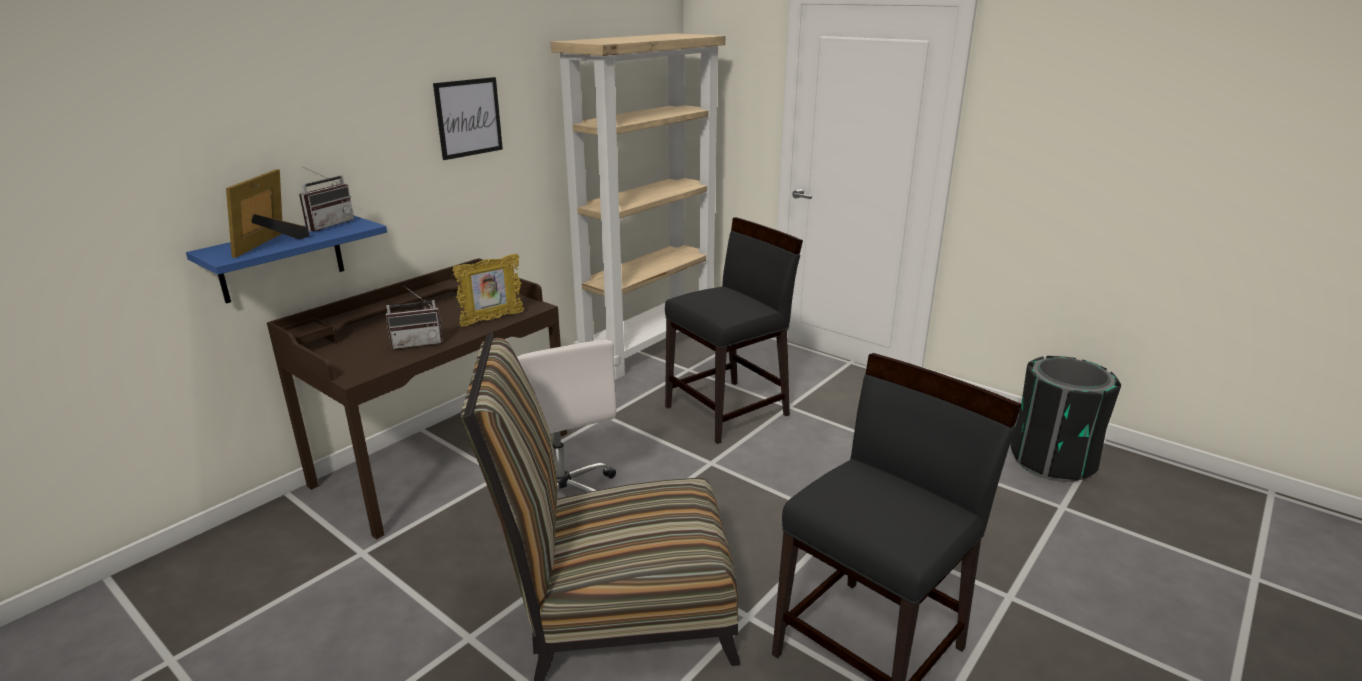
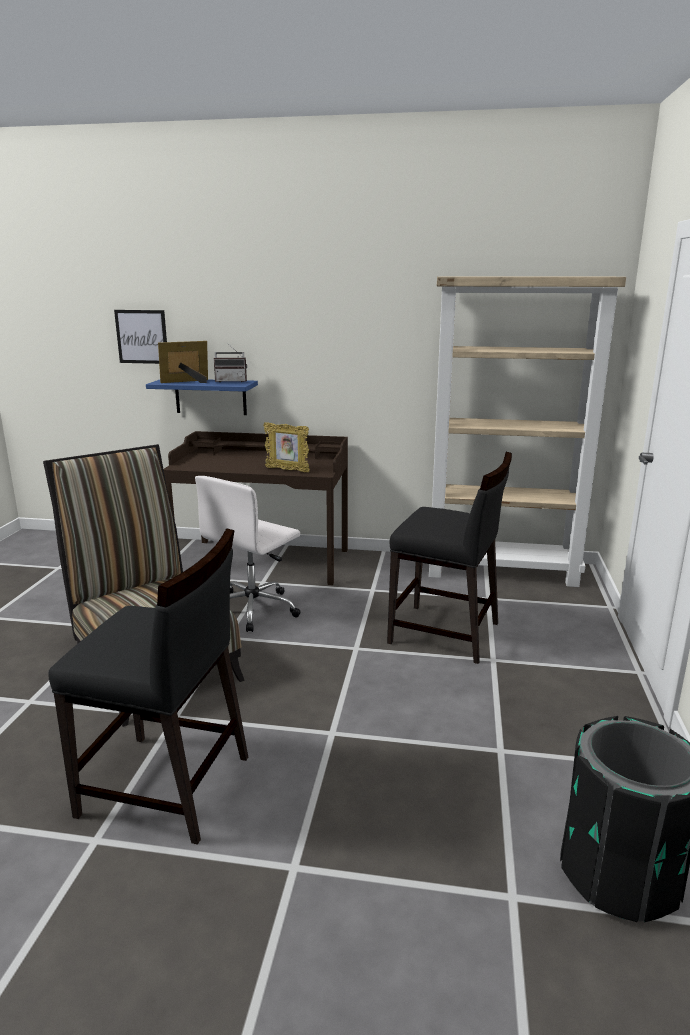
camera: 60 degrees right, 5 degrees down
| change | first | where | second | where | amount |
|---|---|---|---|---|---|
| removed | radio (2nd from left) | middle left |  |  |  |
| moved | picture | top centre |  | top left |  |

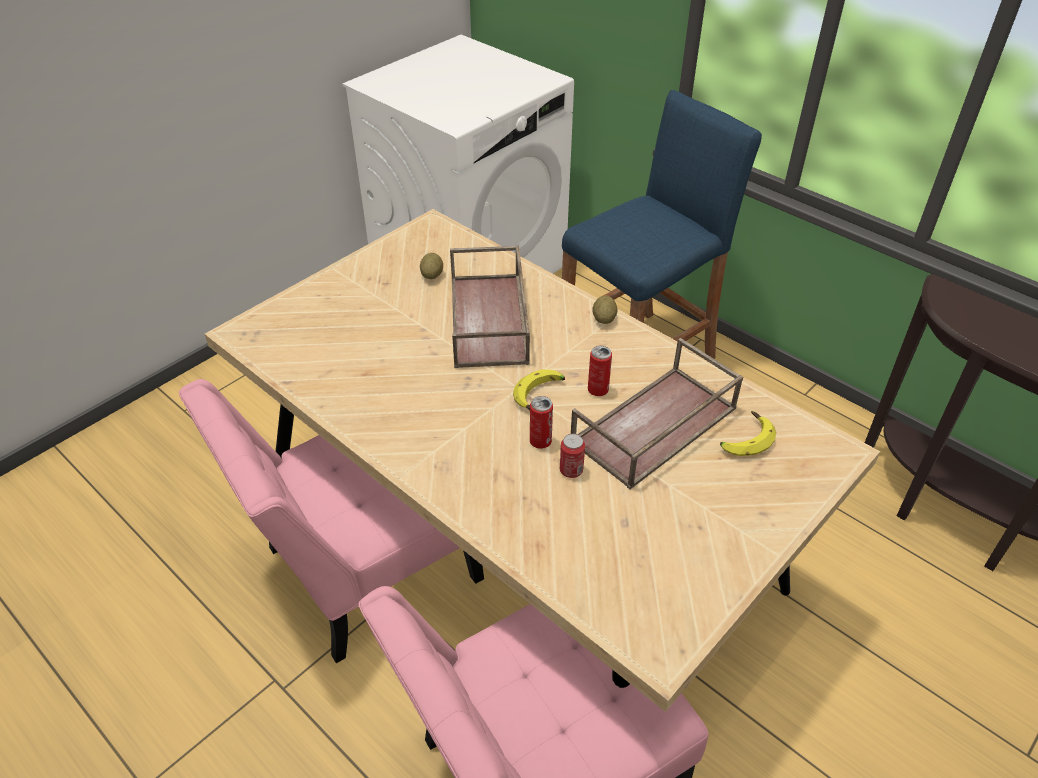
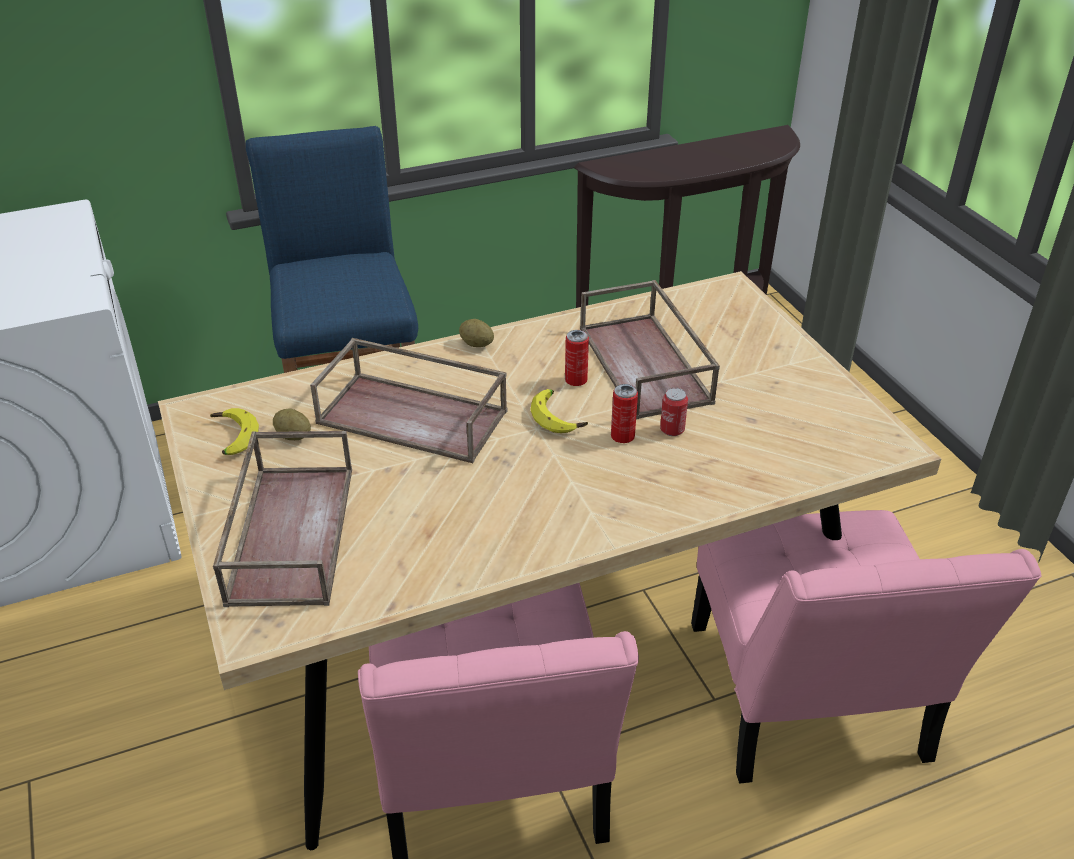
camera: 65 degrees left, 5 degrees down
| change | first | where | second | where | amount |
|---|---|---|---|---|---|
| moved | banana (2nd from left in the first image) | middle right | banana (1st from left) | middle left |  |
| added |  |  | tray (brown) (1st from left) | middle left |  |

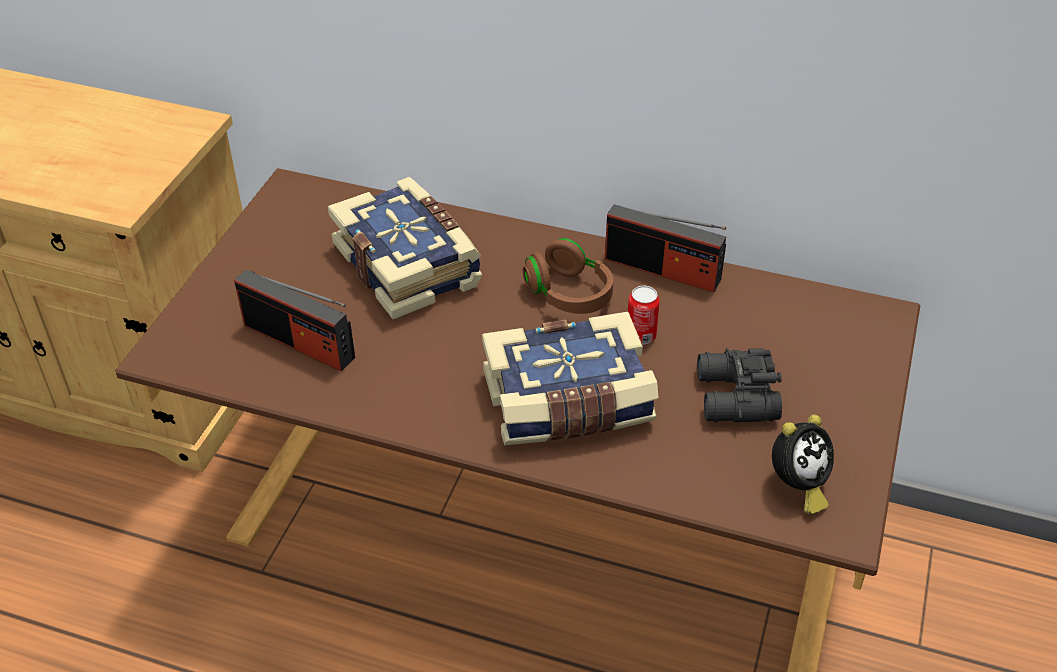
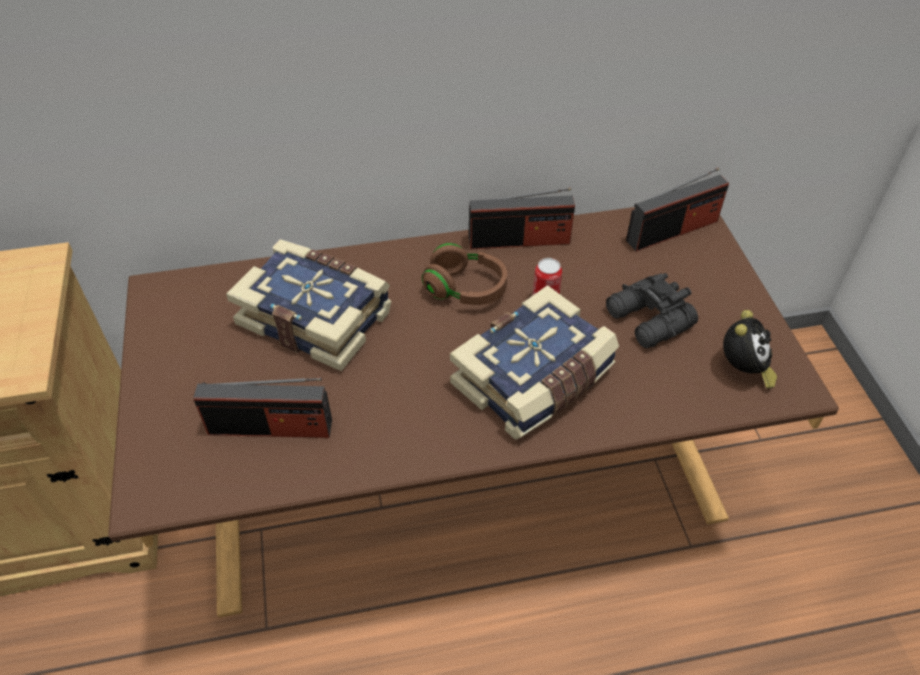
camera: 30 degrees left, 5 degrees up
| change | first | where | second | where | amount |
|---|---|---|---|---|---|
| added |  |  | radio (3rd from left) | top right |  |

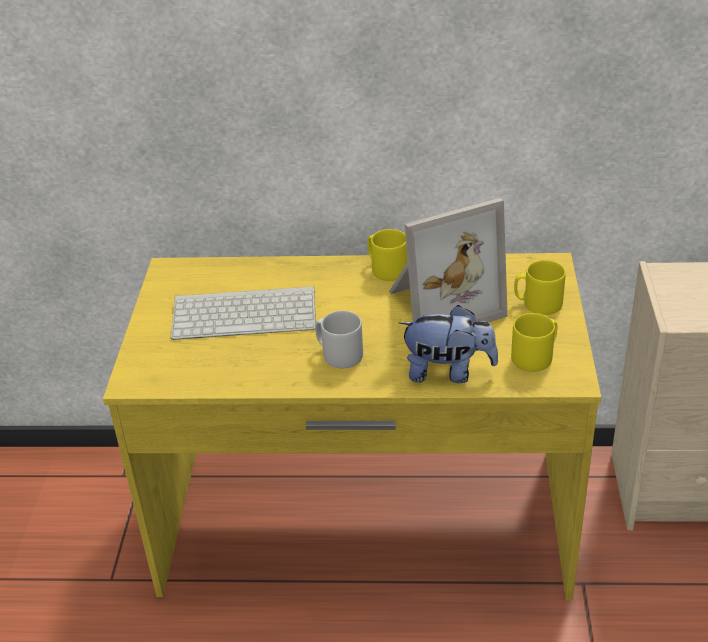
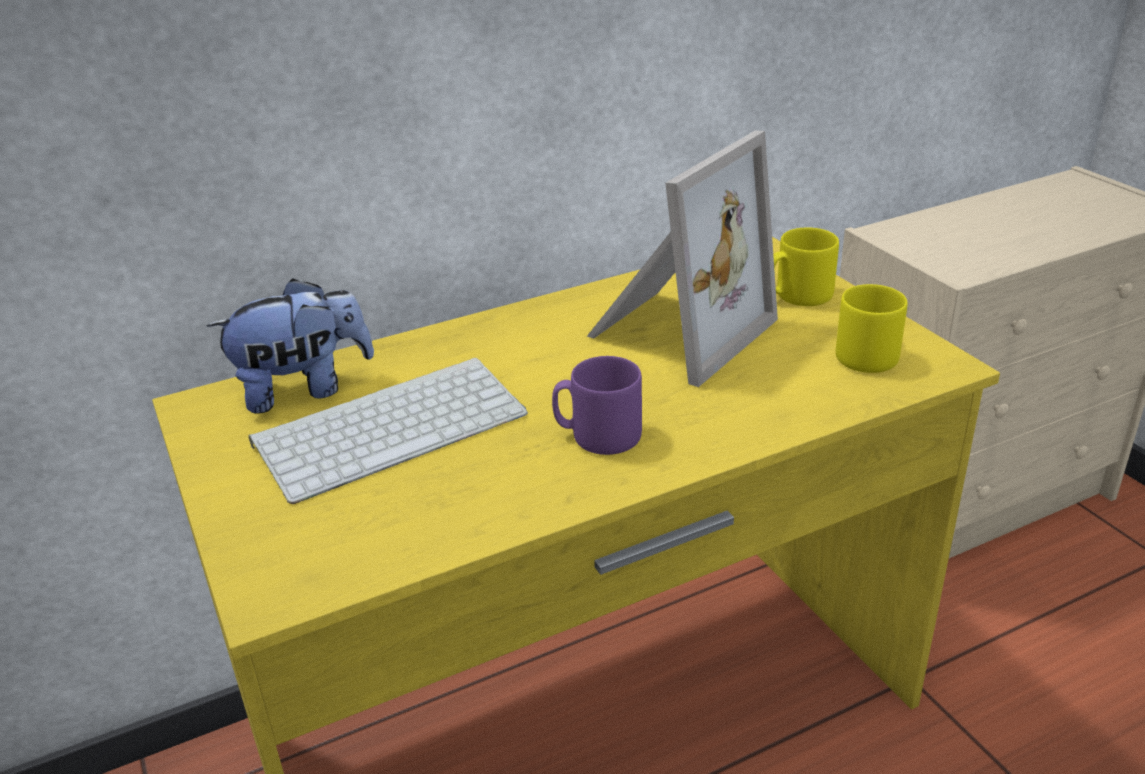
camera: 30 degrees left, 5 degrees down
| change | first | where | second | where | amount |
|---|---|---|---|---|---|
| recoloured | mug (grey) | centre | mug (purple) | centre |  |
| removed | mug (yellow) (1st from left) | centre |  |  |  |
| moved | plush toy | centre |  | middle left |  |

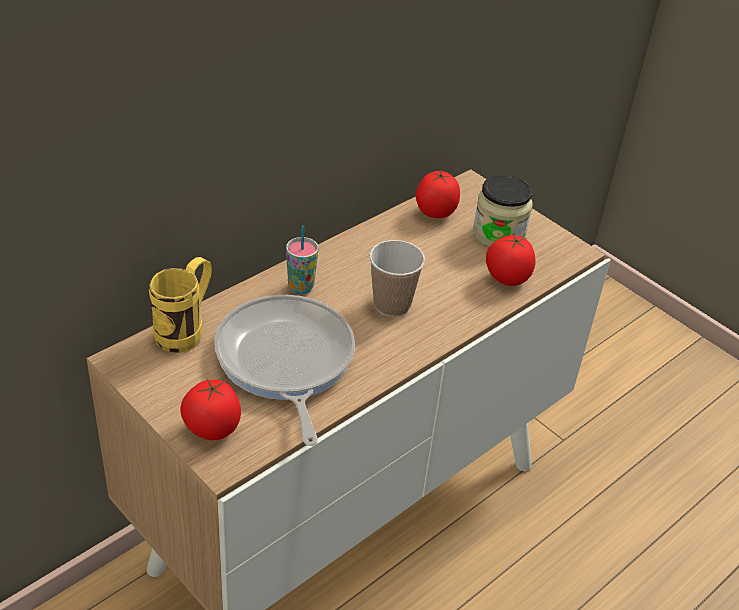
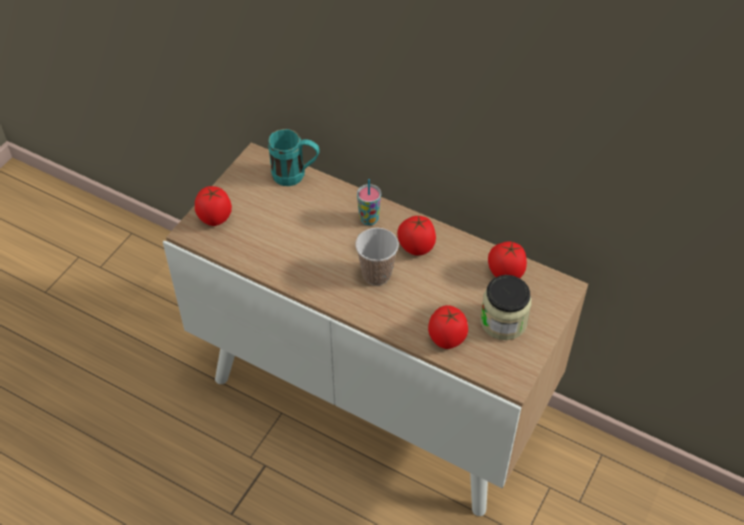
camera: 75 degrees right, 10 degrees up
| change | first | where | second | where | amount |
|---|---|---|---|---|---|
| recoloured | mug (yellow) | middle left | mug (turquoise) | top centre |  |
| removed | frying pan | centre |  |  |  |
| added |  |  | tomato (2nd from left) | centre |  |

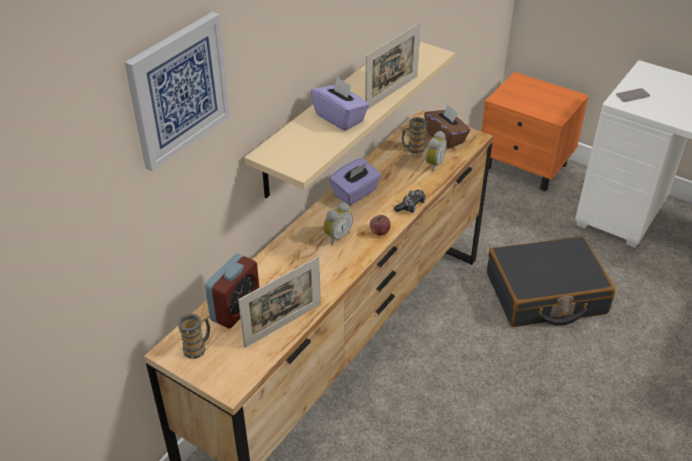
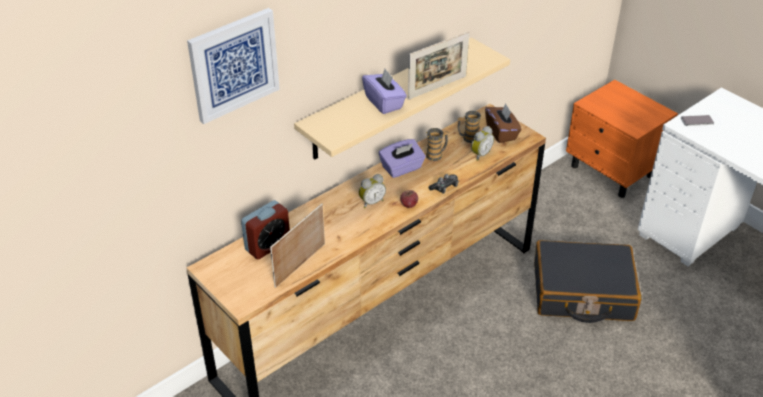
camera: 15 degrees right, 0 degrees up
| change | first | where | second | where | amount |
|---|---|---|---|---|---|
| moved | mug (1st from left) | bottom left |  | centre |  |
| turned | picture frame (1st from left) | centre |  | centre | 150 degrees clockwise |

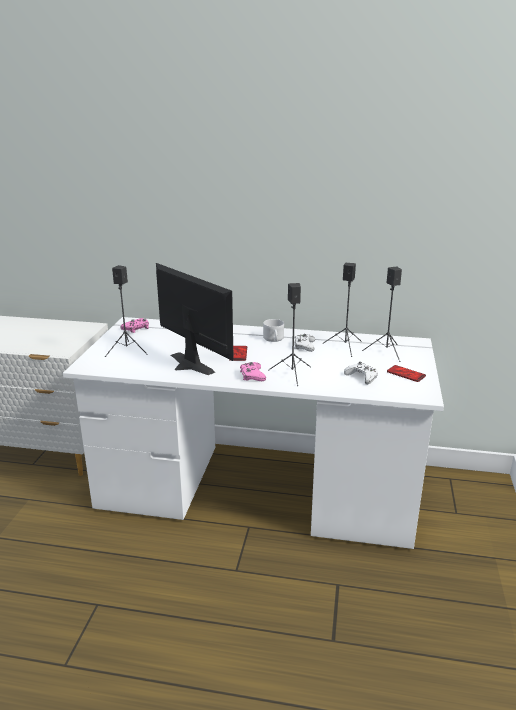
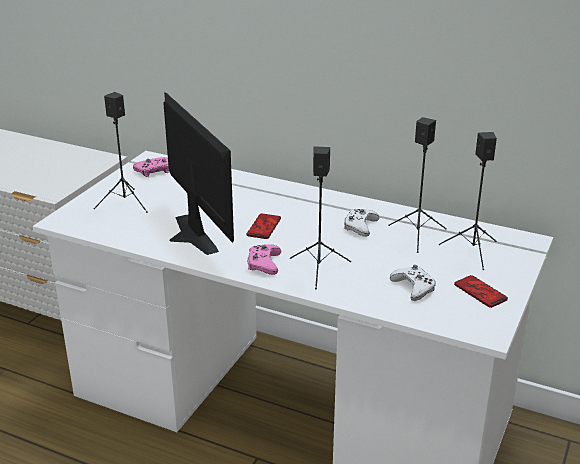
camera: 15 degrees right, 5 degrees up
| change | first | where | second | where | amount |
|---|---|---|---|---|---|
| removed | mug (white) | centre |  |  |  |

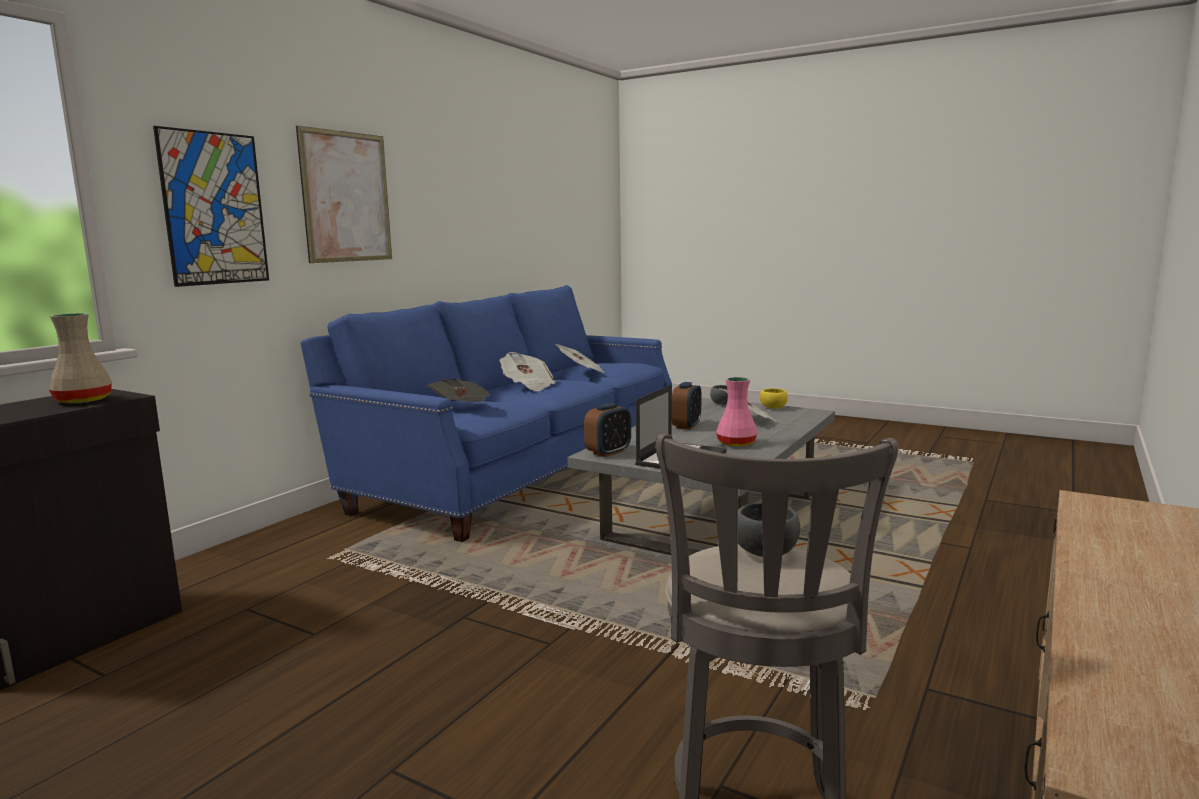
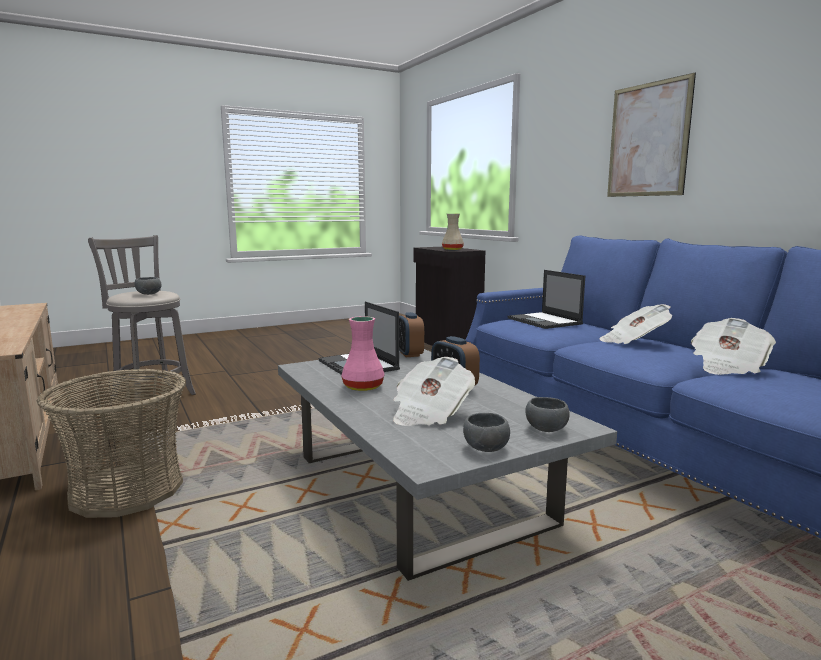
camera: 120 degrees right, 0 degrees up
| change | first | where | second | where | amount |
|---|---|---|---|---|---|
| removed | picture (1st from left) | top left |  |  |  |
| replaced | newspaper (1st from left) | centre | laptop (2nd from left) | centre |  |
| recoloured | bowl (yellow) | centre | bowl (grey) (2nd from left) | centre |  |
| added |  |  | basket | bottom left |  |

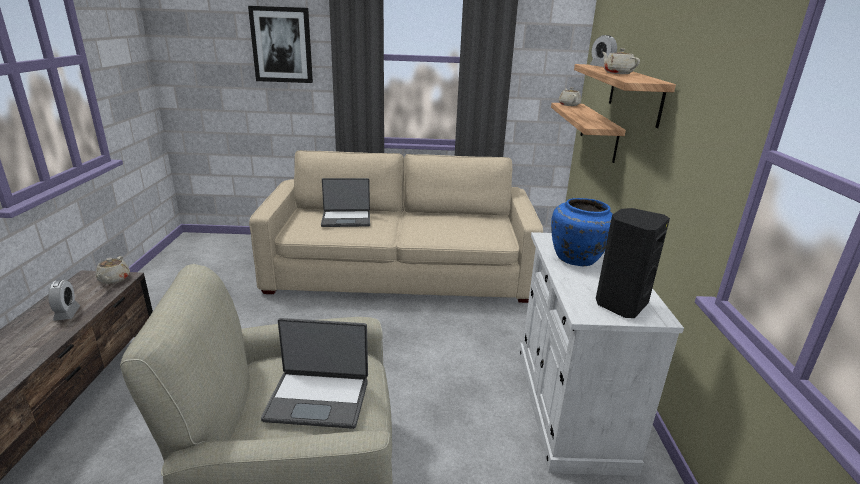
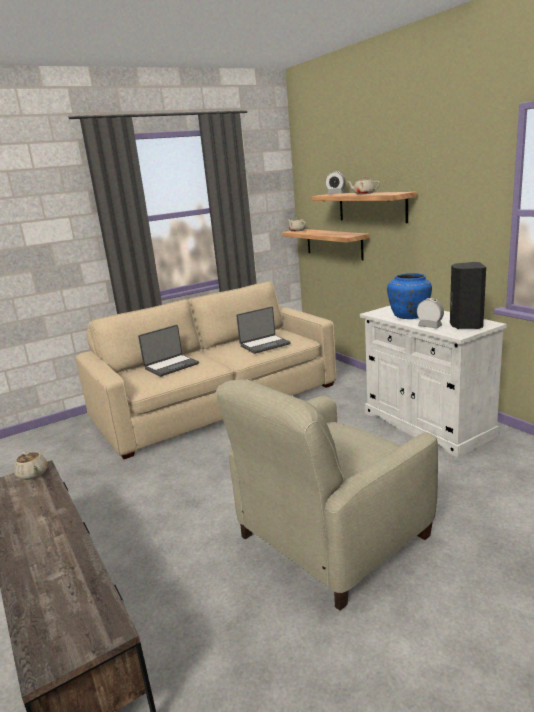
camera: 30 degrees left, 5 degrees down
| change | first | where | second | where | amount |
|---|---|---|---|---|---|
| moved | alarm clock (1st from left in the first image) | middle left | alarm clock (2nd from left) | middle right |  |
| removed | picture | top left |  |  |  |
| moved | laptop (1st from left in the first image) | bottom centre | laptop (2nd from left) | centre |  |

